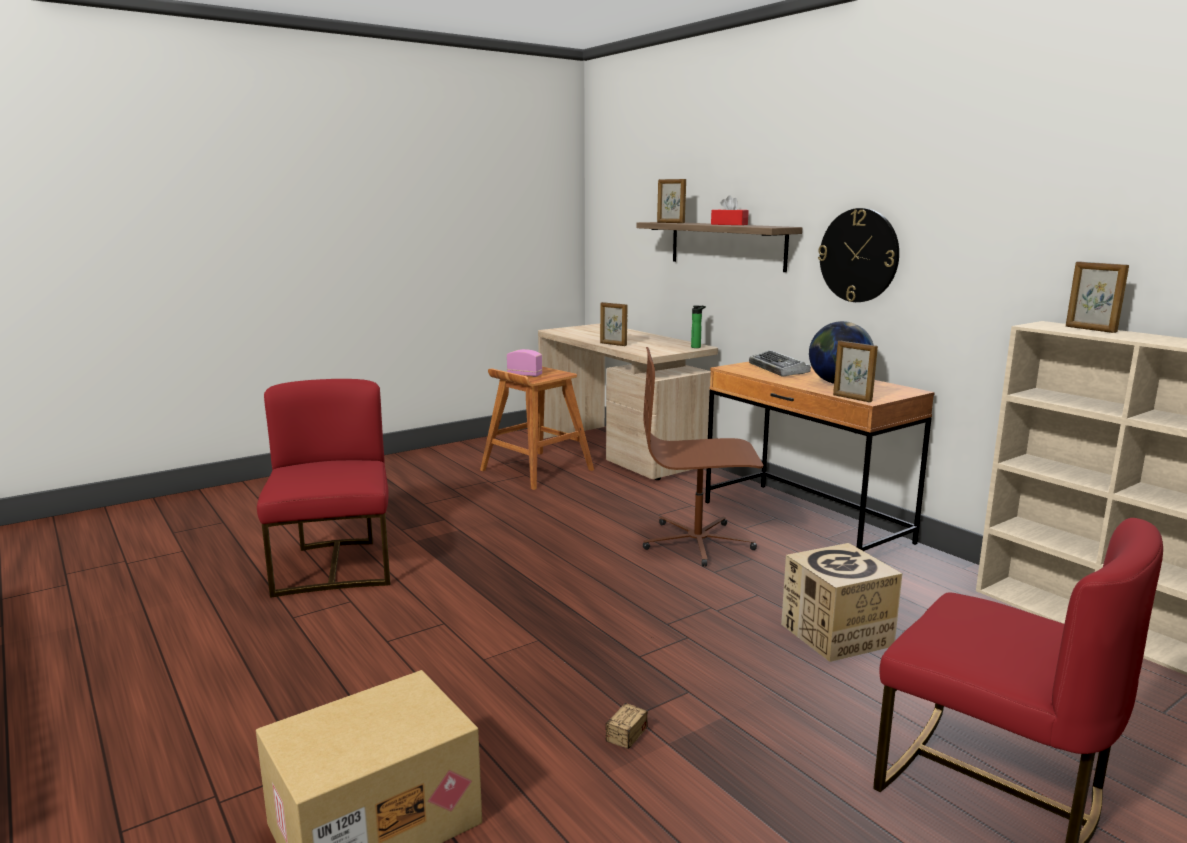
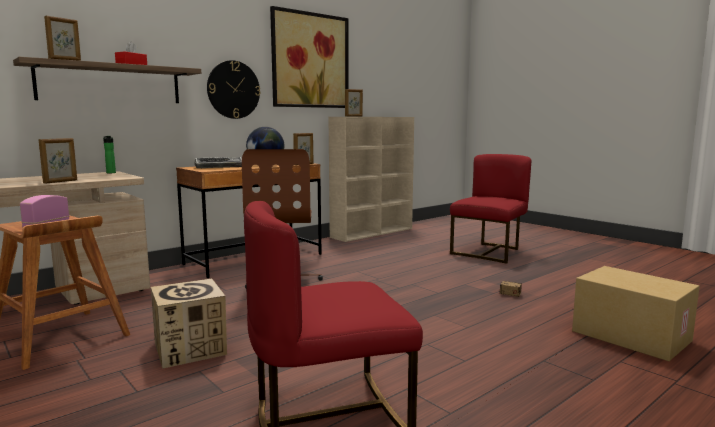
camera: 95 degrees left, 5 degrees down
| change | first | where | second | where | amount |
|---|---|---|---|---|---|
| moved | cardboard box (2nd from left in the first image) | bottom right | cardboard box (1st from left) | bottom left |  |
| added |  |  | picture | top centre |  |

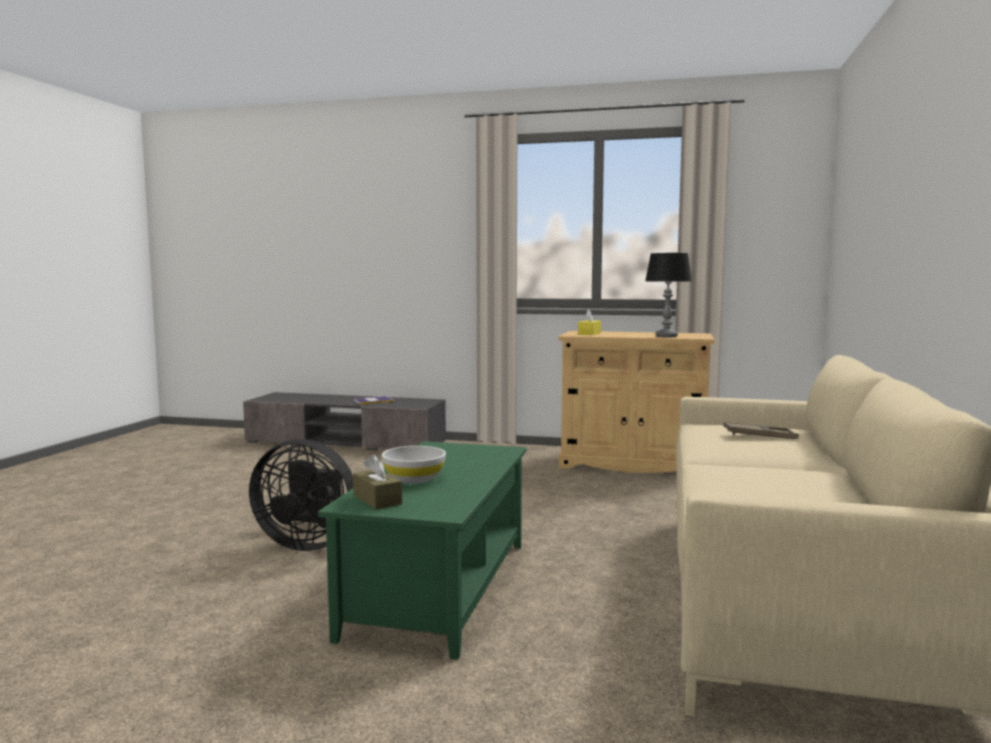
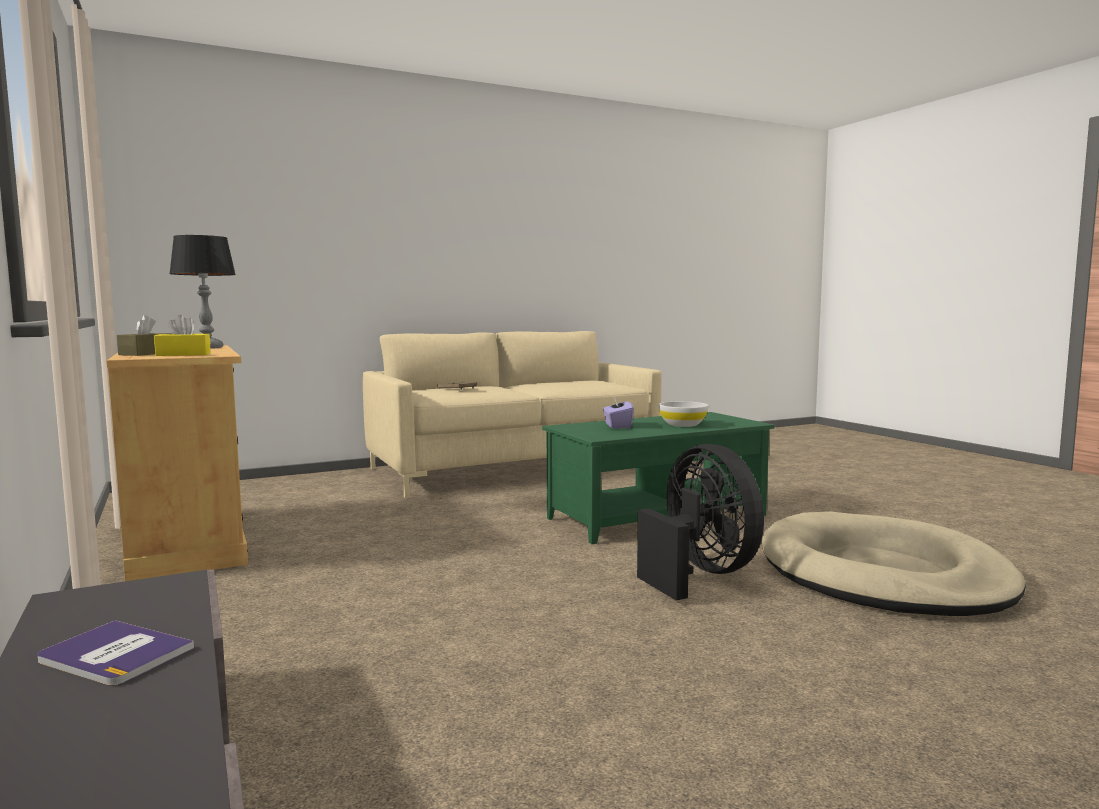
camera: 130 degrees left, 0 degrees up
| change | first | where | second | where | amount |
|---|---|---|---|---|---|
| moved | tissue box (brown) | centre |  | middle left |  |
| added |  |  | tissue box (purple) | centre |  |
| added |  |  | dog bed (beige) | bottom right |  |

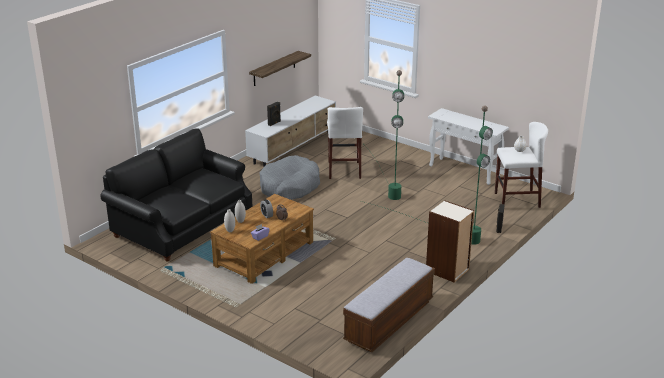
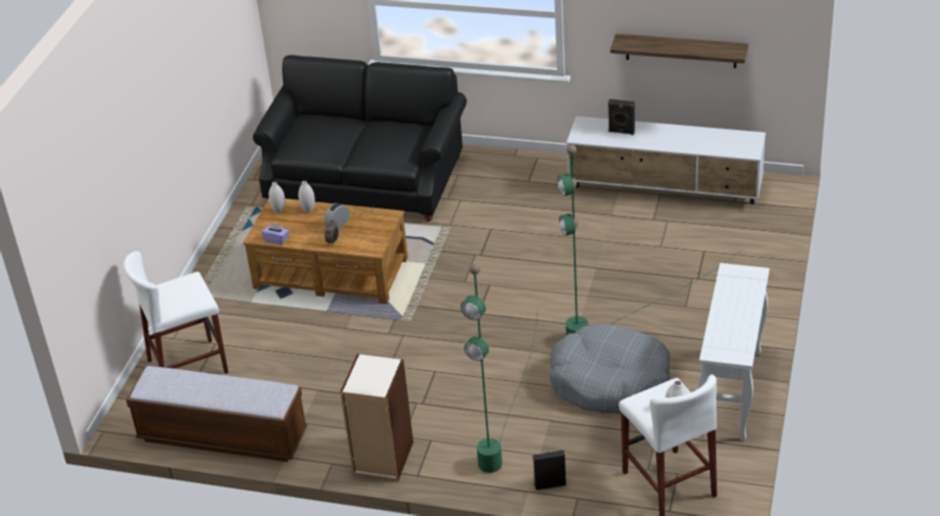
camera: 70 degrees right, 10 degrees up
| change | first | where | second | where | amount |
|---|---|---|---|---|---|
| moved | dog bed (grey) | centre |  | bottom centre |  |
| moved | stool (white) (1st from left) | centre |  | middle left |  |

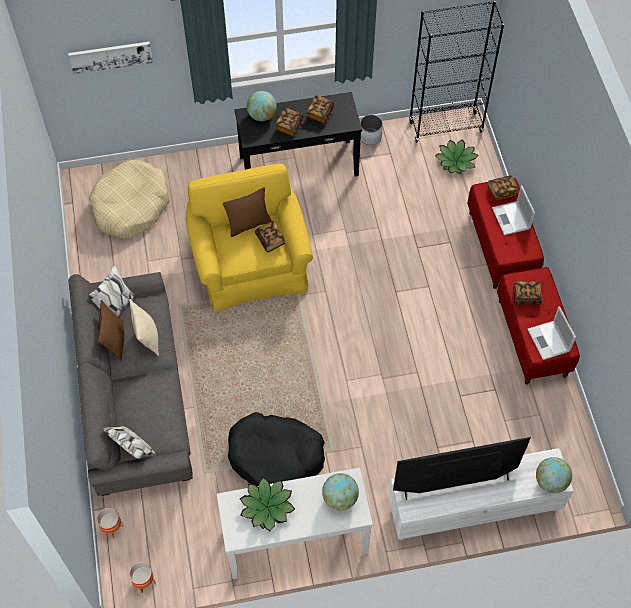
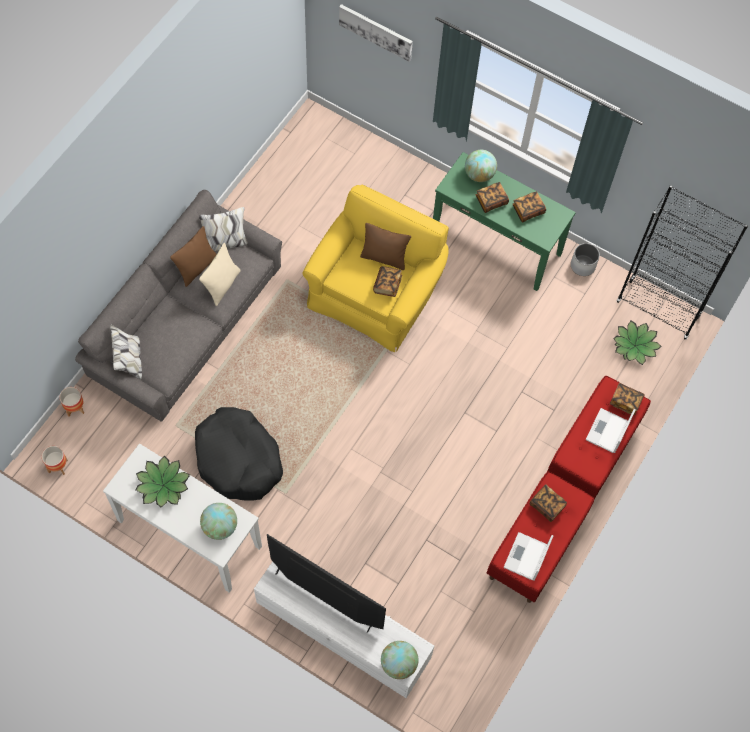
camera: 40 degrees right, 5 degrees up
| change | first | where | second | where | amount |
|---|---|---|---|---|---|
| removed | dog bed (beige) | top left |  |  |  |
| recoloured | console table (black) | top centre | console table (green) | top right |  |

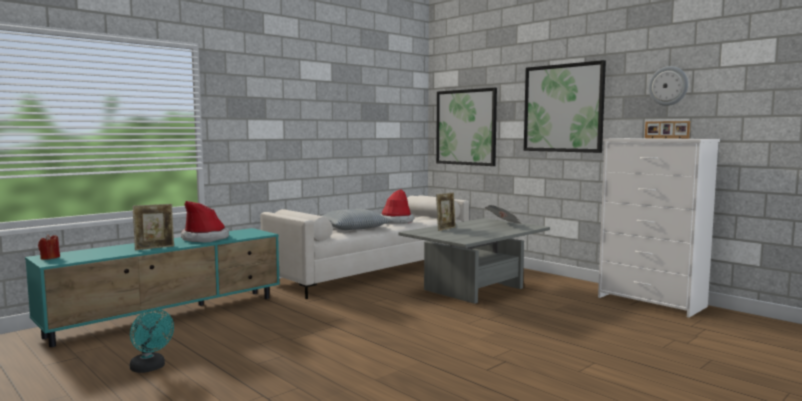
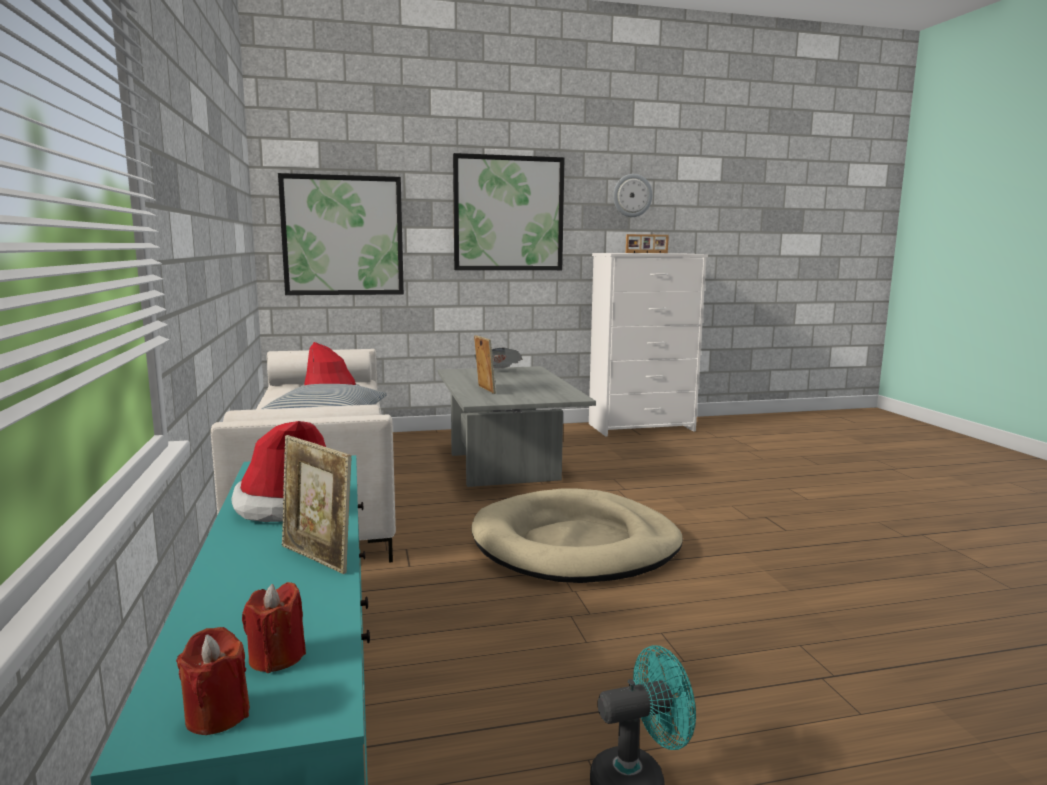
camera: 60 degrees left, 5 degrees up
| change | first | where | second | where | amount |
|---|---|---|---|---|---|
| turned | picture frame (1st from left) | middle left |  | middle left | 135 degrees clockwise |
| added |  |  | candle (red) (2nd from left) | bottom left |  |
| added |  |  | dog bed (beige) | bottom centre |  |

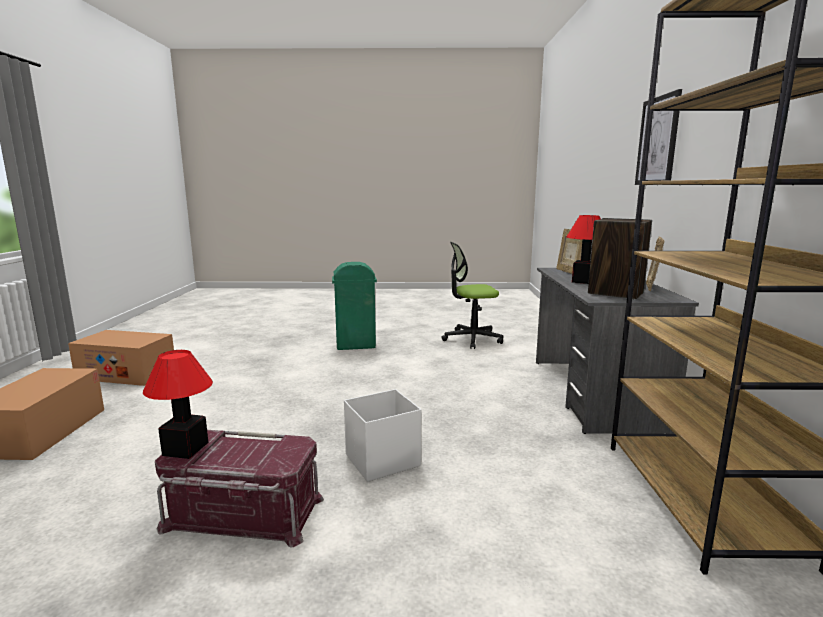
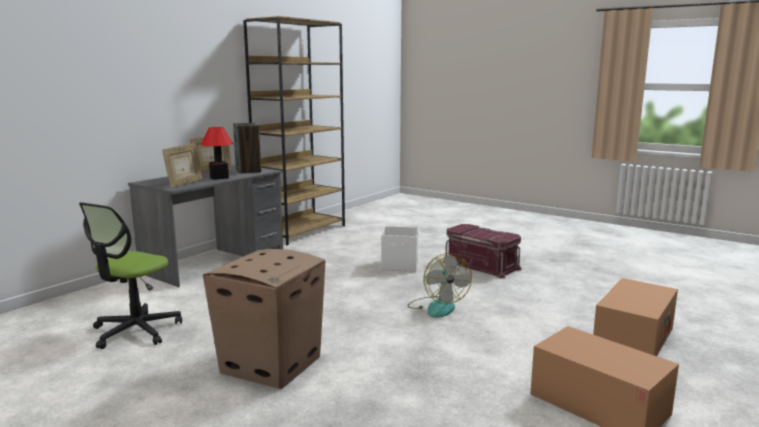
camera: 145 degrees left, 0 degrees up
| change | first | where | second | where | amount |
|---|---|---|---|---|---|
| removed | table lamp (1st from left) | middle left |  |  |  |
| replaced | trash can (green) | centre | cardboard box (1st from left) | bottom centre |  |
| turned | office chair | centre |  | middle left | 90 degrees clockwise |
| removed | picture | top right |  |  |  |
| added |  |  | fan | bottom centre |  |

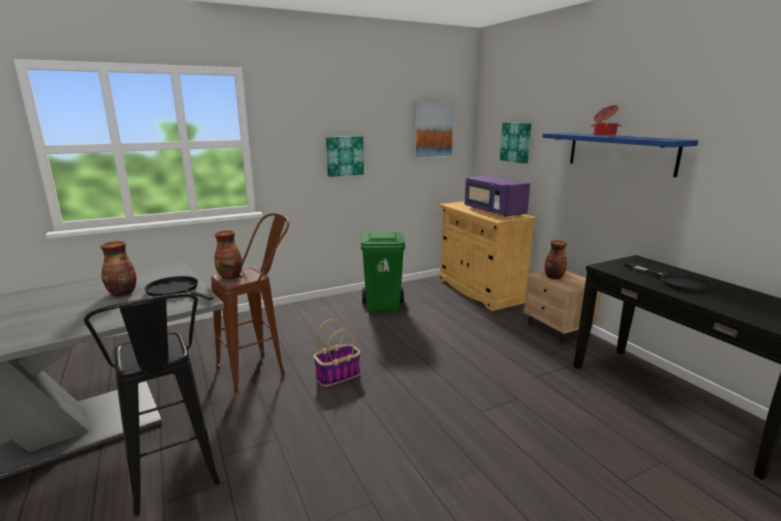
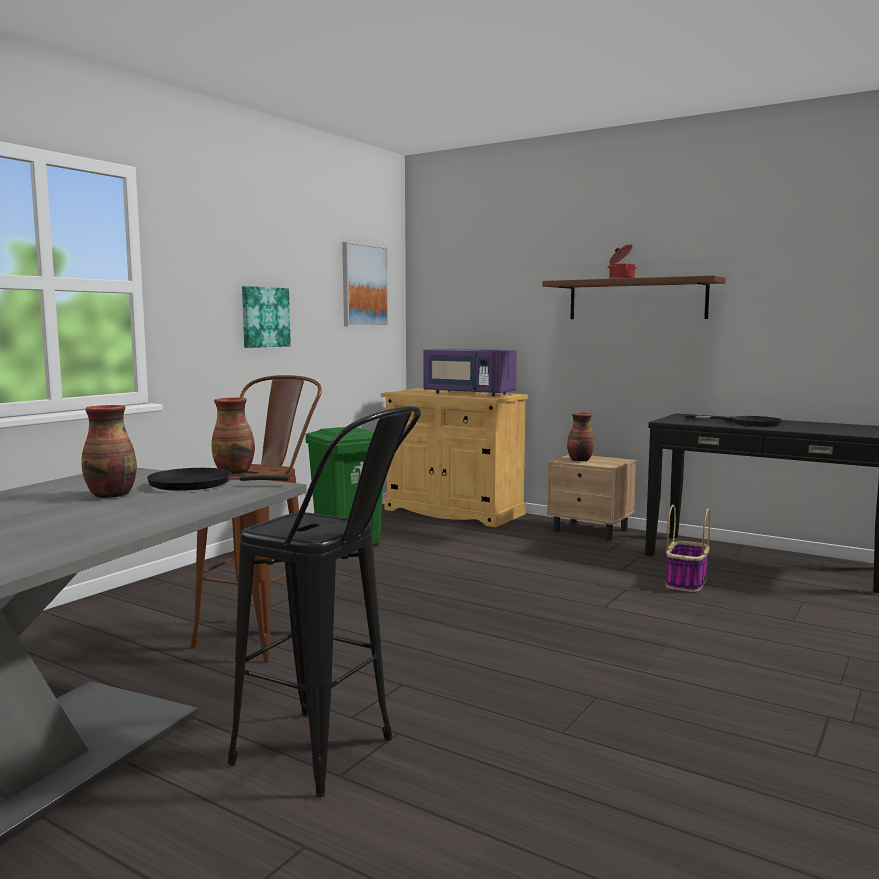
camera: 30 degrees left, 10 degrees down
| change | first | where | second | where | amount |
|---|---|---|---|---|---|
| moved | basket | bottom centre |  | middle right |  |
| removed | picture (3rd from left) | top centre |  |  |  |
| recoloured | shelf (blue) | top right | shelf (brown) | middle right |  |

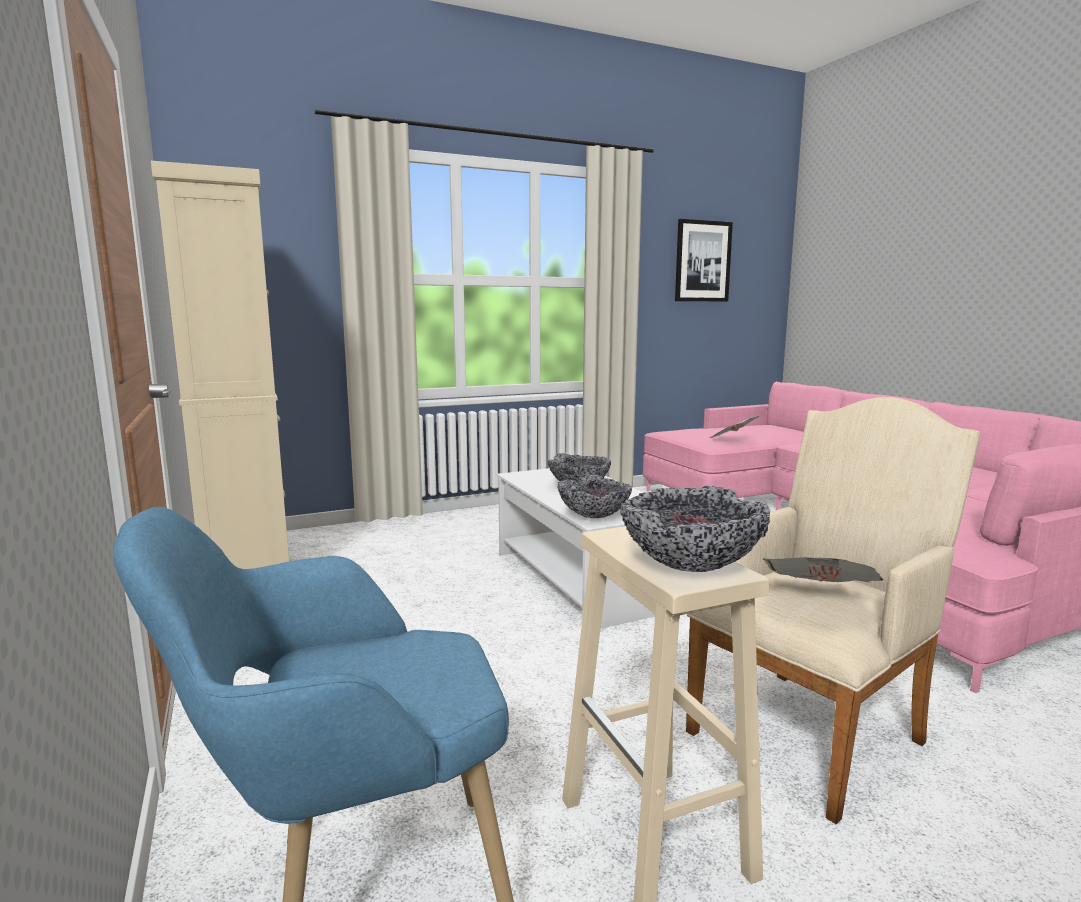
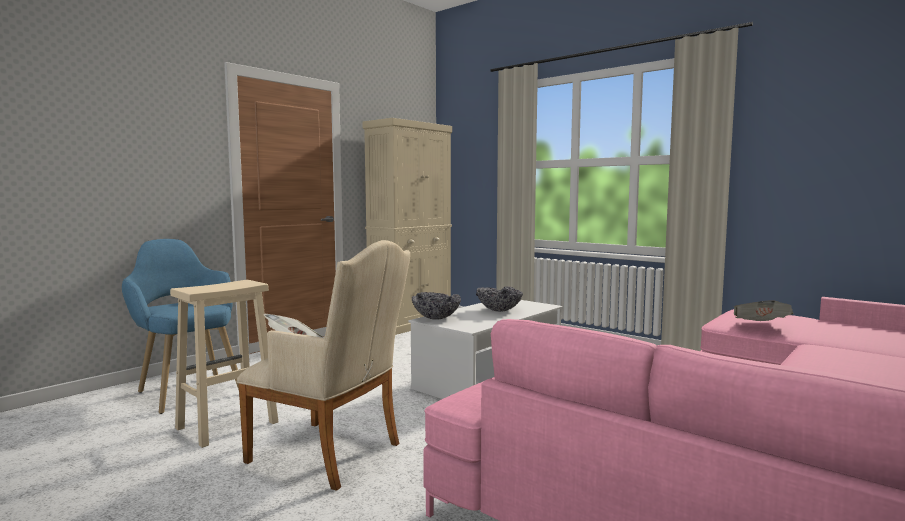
camera: 65 degrees right, 5 degrees down
| change | first | where | second | where | amount |
|---|---|---|---|---|---|
| removed | bowl (3rd from left) | centre |  |  |  |
| removed | picture | top centre |  |  |  |

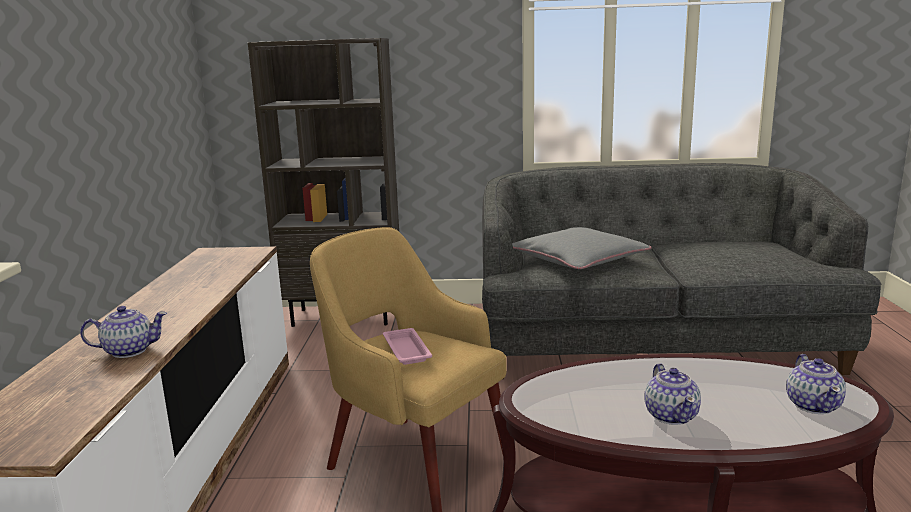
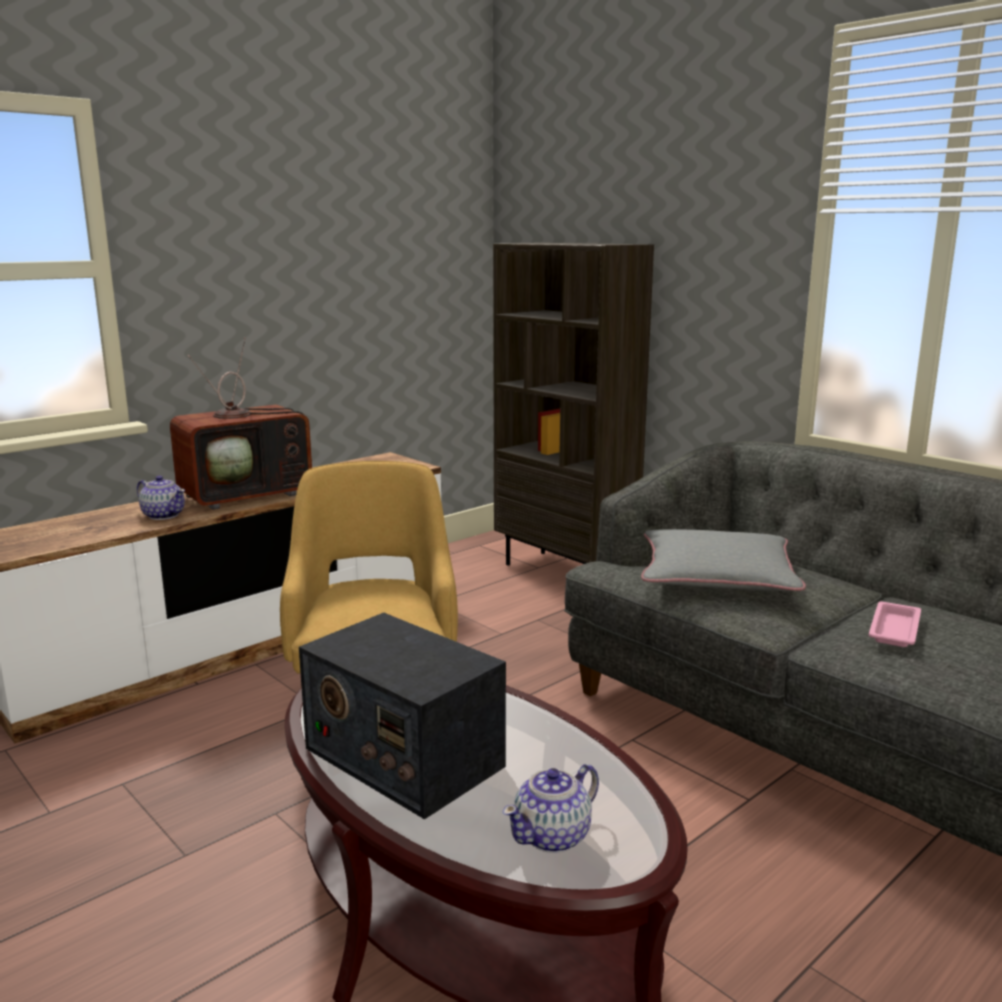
camera: 45 degrees right, 0 degrees up
| change | first | where | second | where | amount |
|---|---|---|---|---|---|
| moved | tray (pink) | bottom centre |  | middle right |  |
| replaced | teapot (2nd from left) | bottom right | radio | bottom centre |  |
| added |  |  | television | middle left |  |

